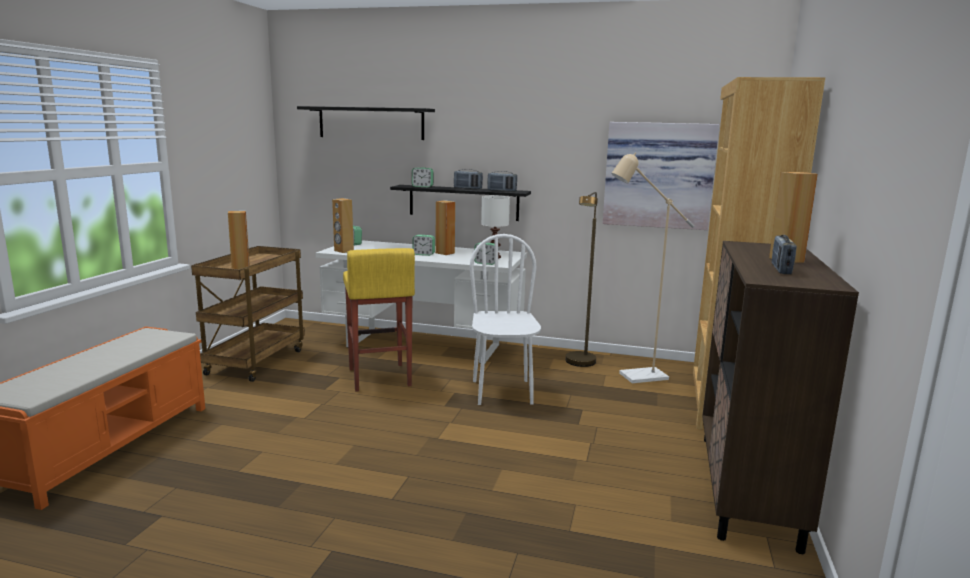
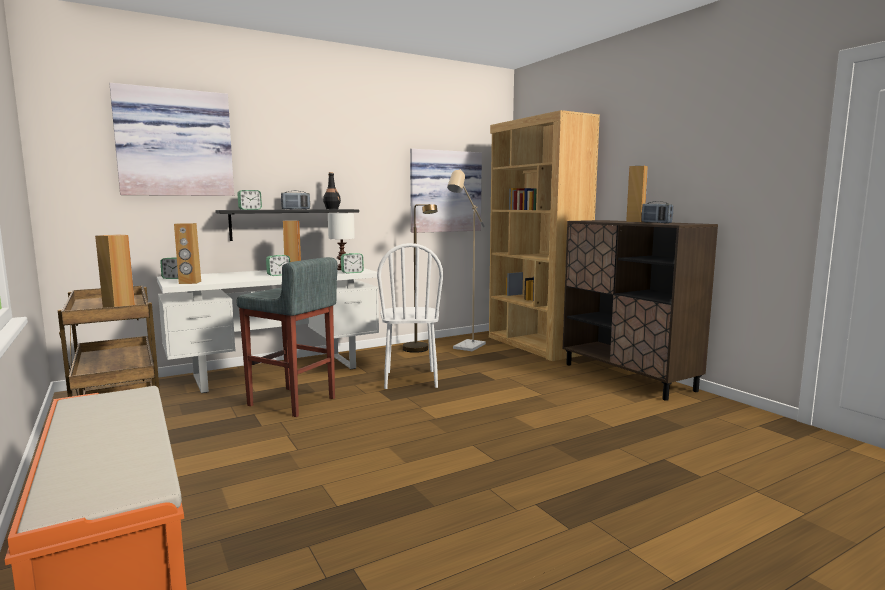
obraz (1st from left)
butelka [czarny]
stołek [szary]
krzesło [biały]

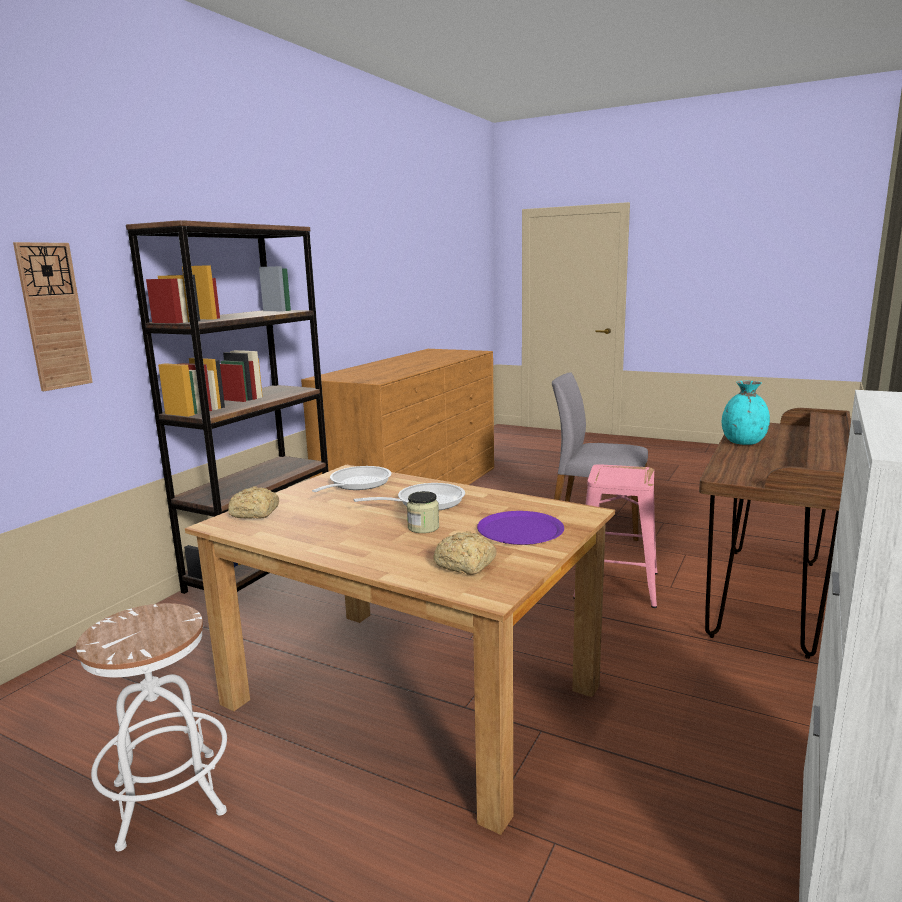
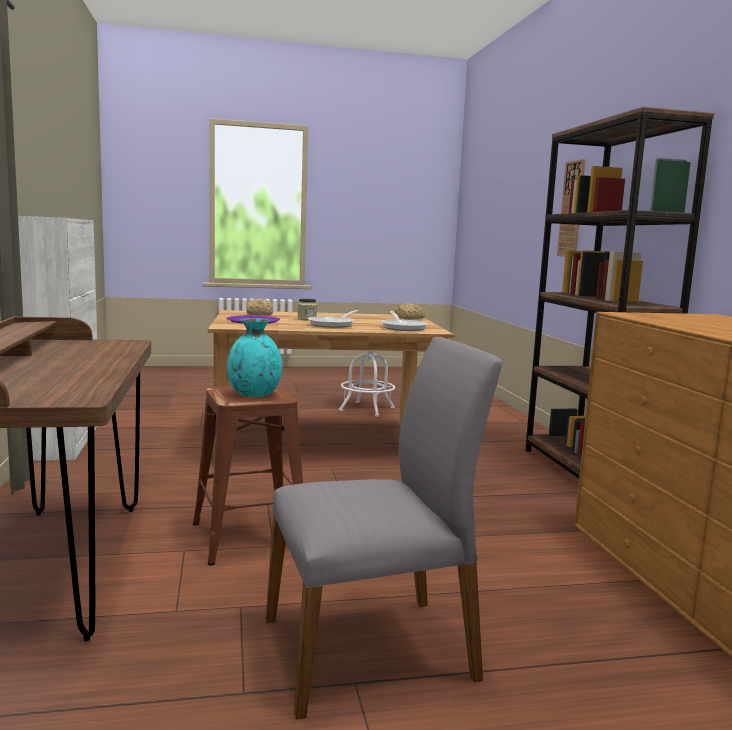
wazon [turkusowy]
stołek [brązowy]

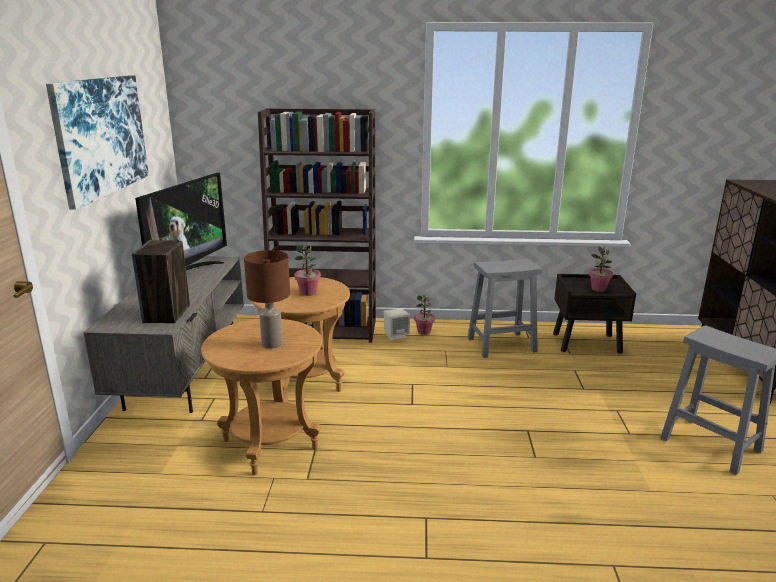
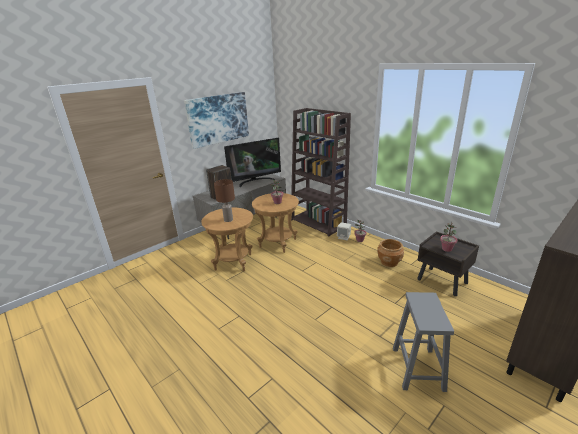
donica [brązowy]

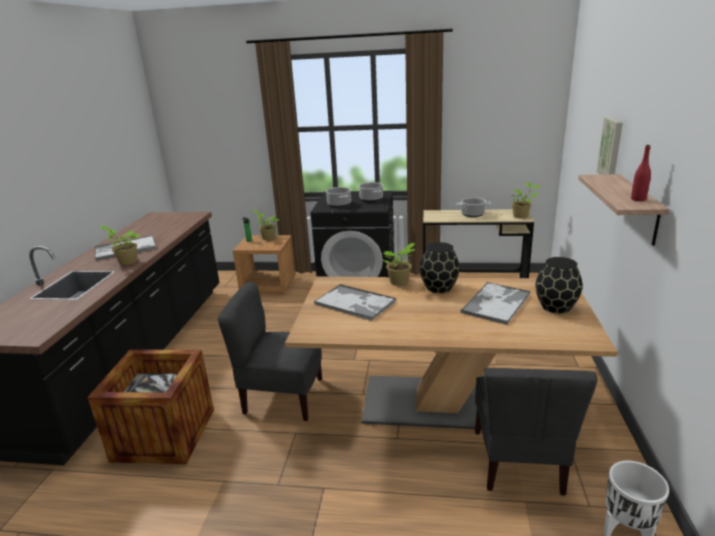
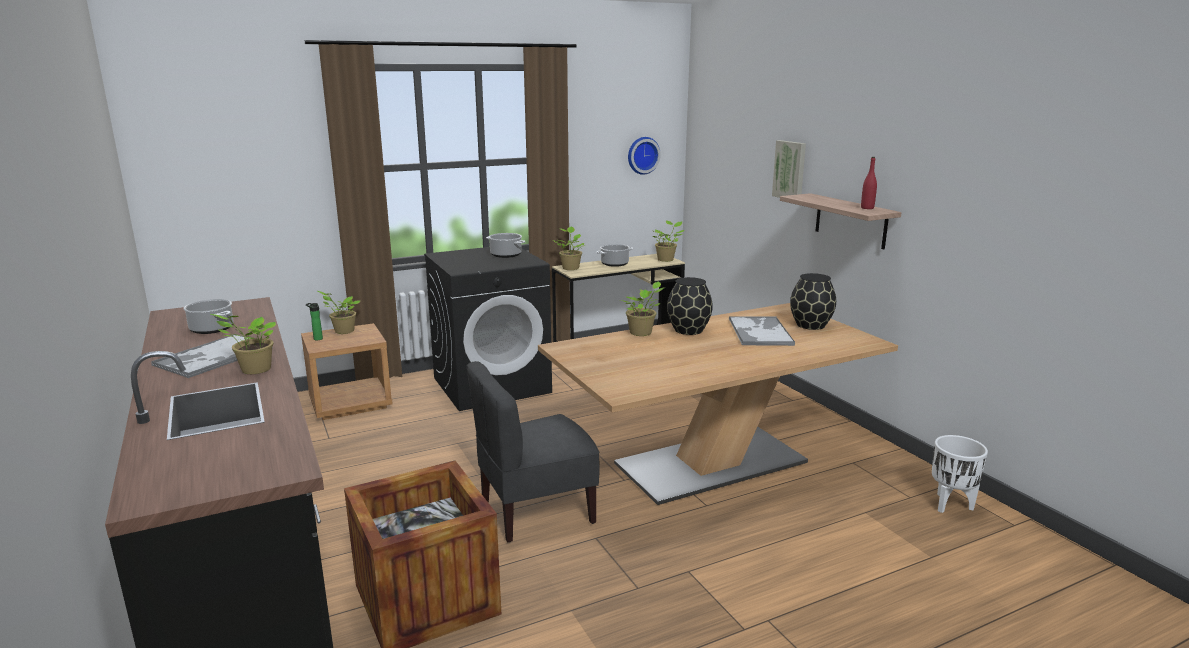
taca (2nd from left in the first image)
krzesło [szary] (2nd from left in the first image)
roślina doniczkowa (3rd from left)
zegar ścienny
garnek (1st from left)

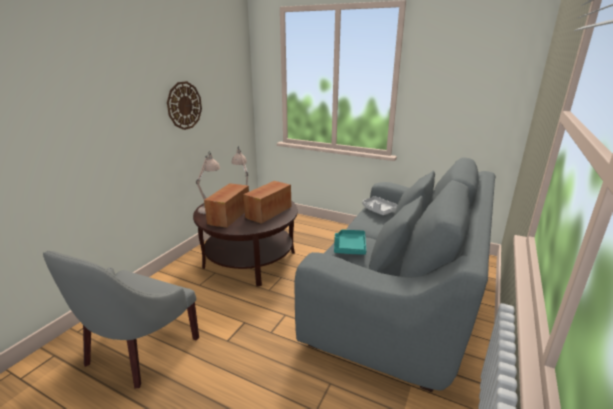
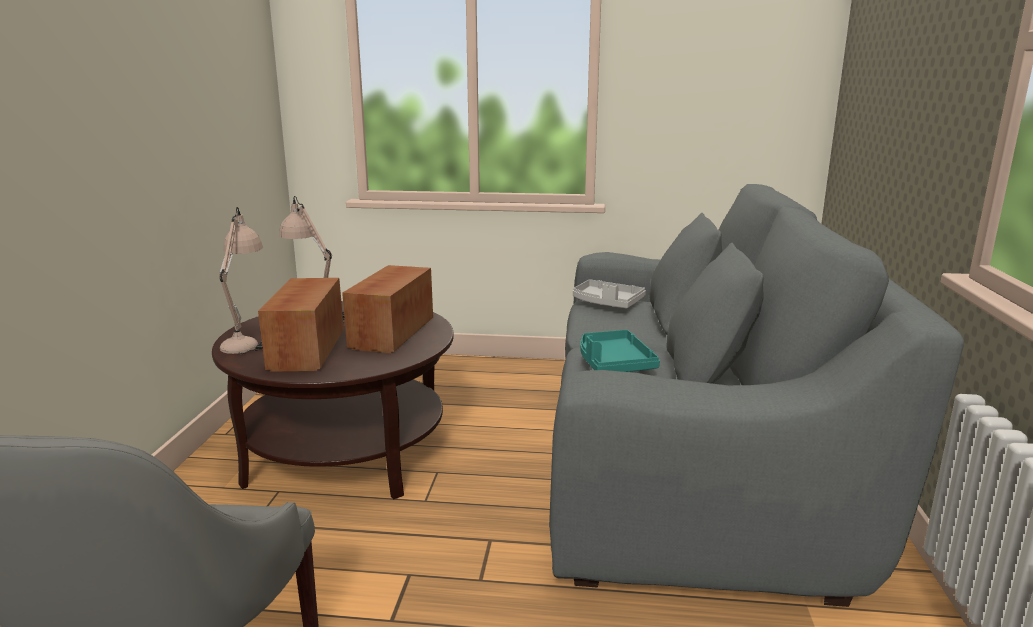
zegar ścienny

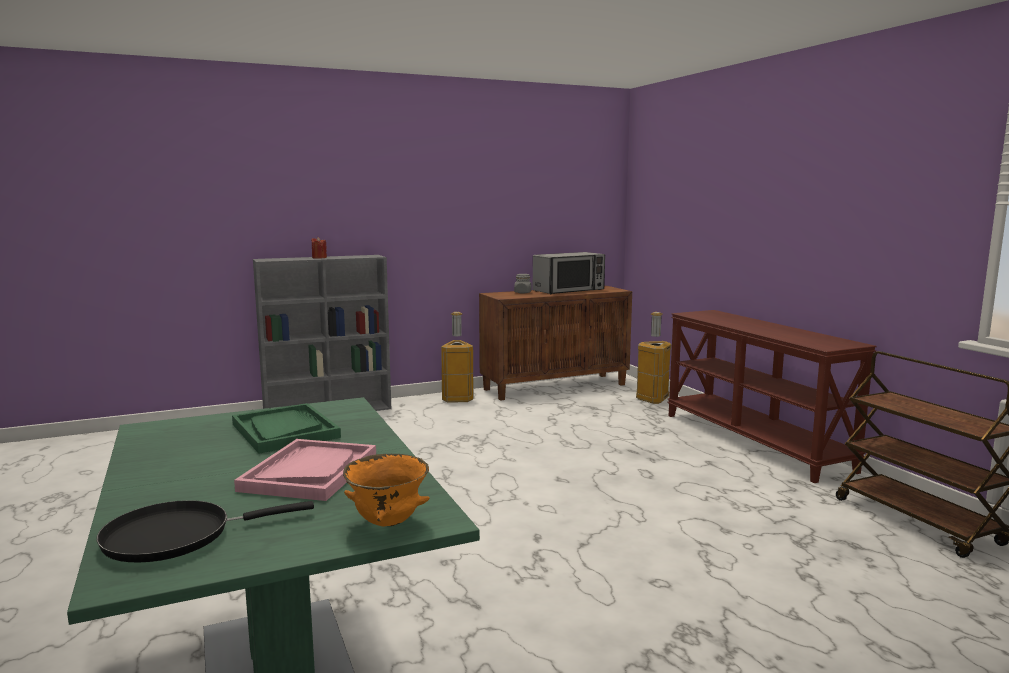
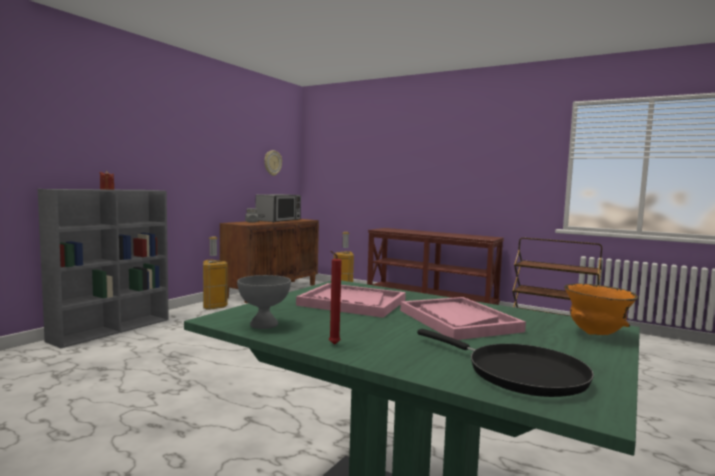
miska [szary]
zegar ścienny
świeca [czerwony] (2nd from left)
taca [różowy] (1st from left)
patelnia [czarny]

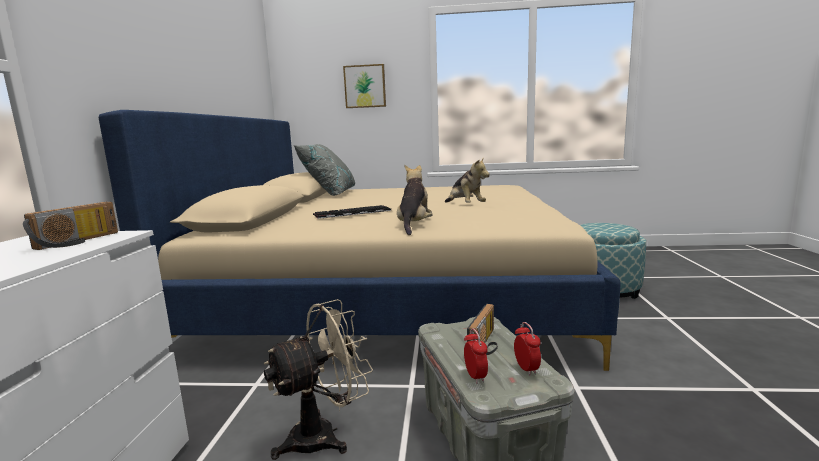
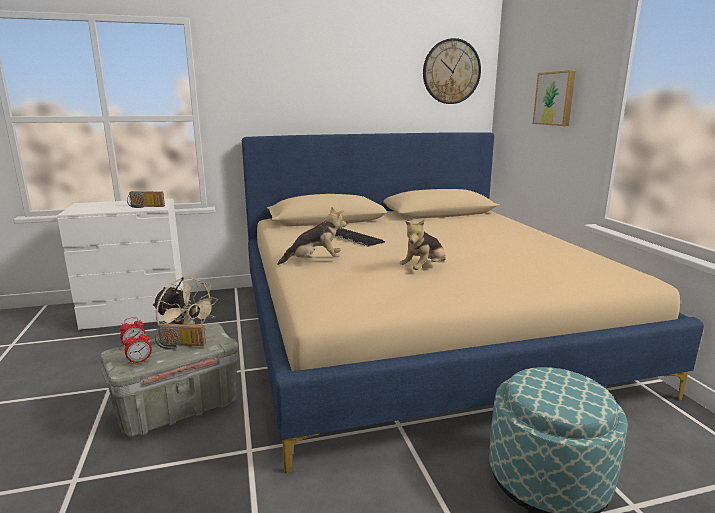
poduszka [szary]
zegar ścienny

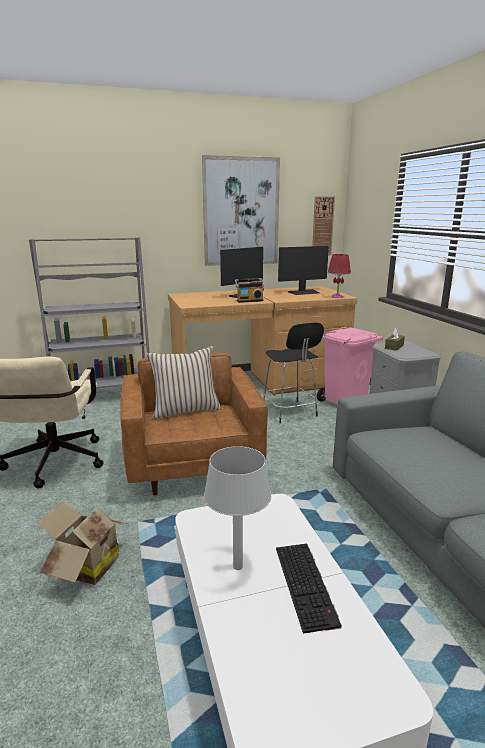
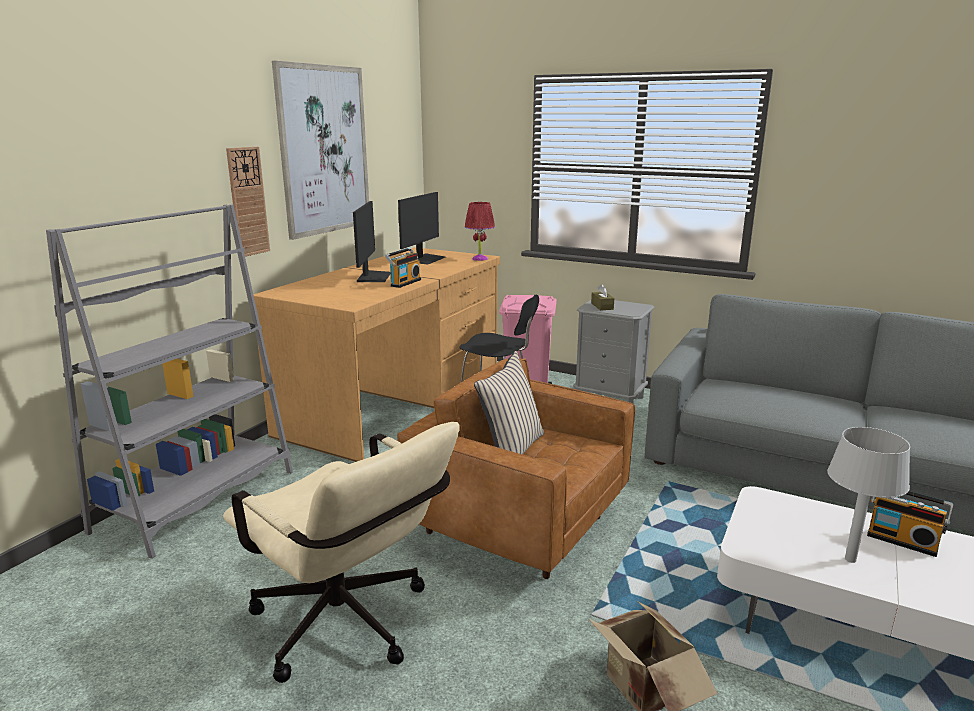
zegar ścienny
radio (2nd from left)

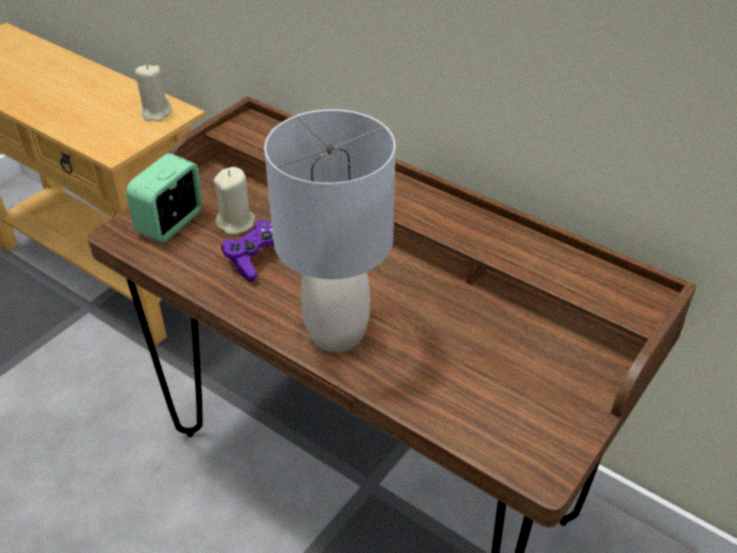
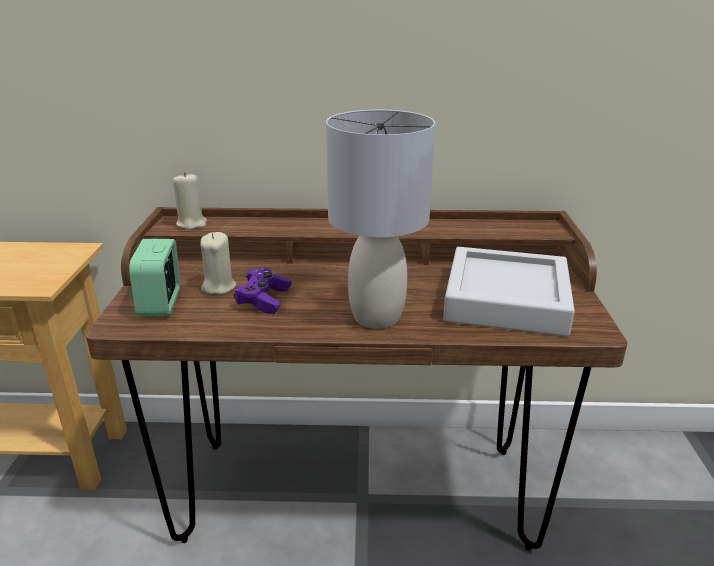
taca [szary]
świeca [beżowy] (1st from left)

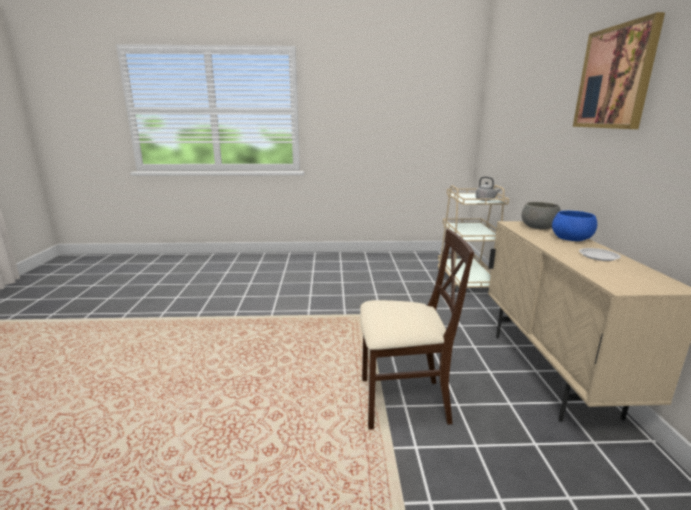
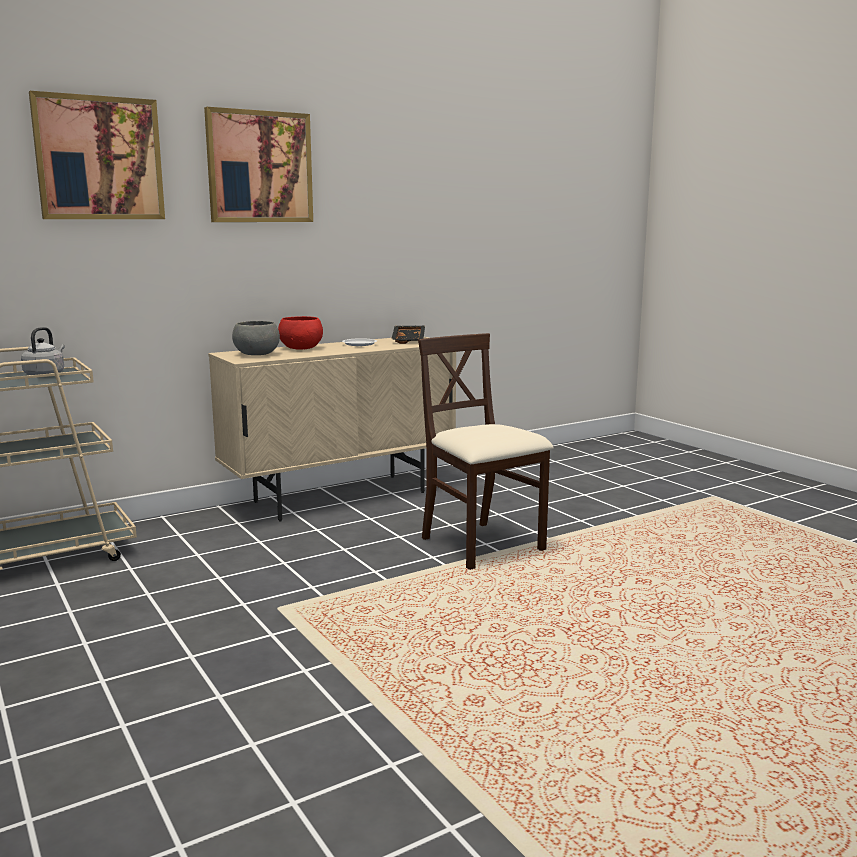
obraz (1st from left)
taca [czarny]
miska [czerwony]

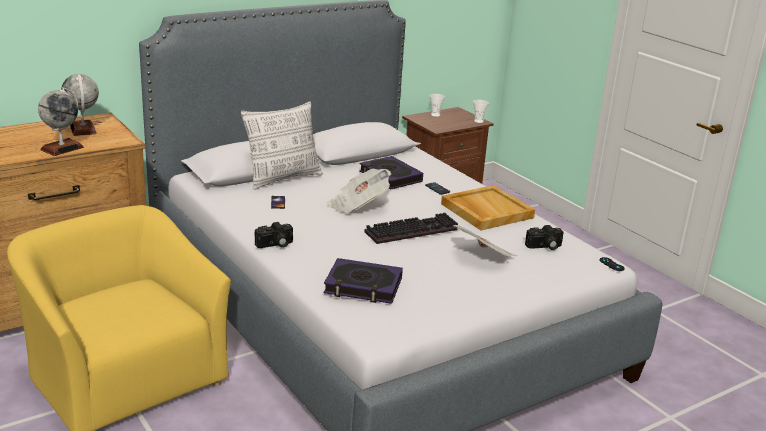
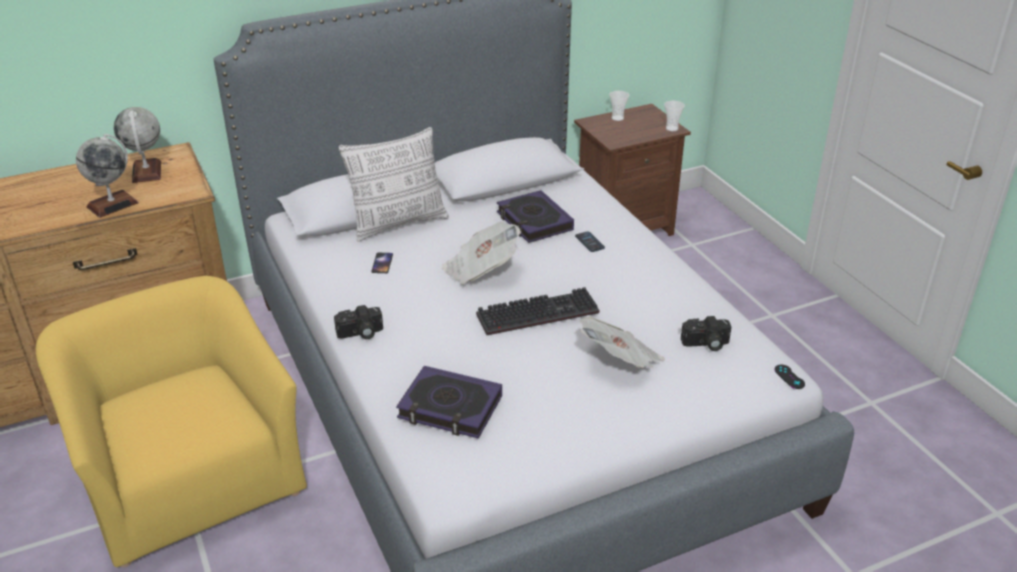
taca [beżowy]

